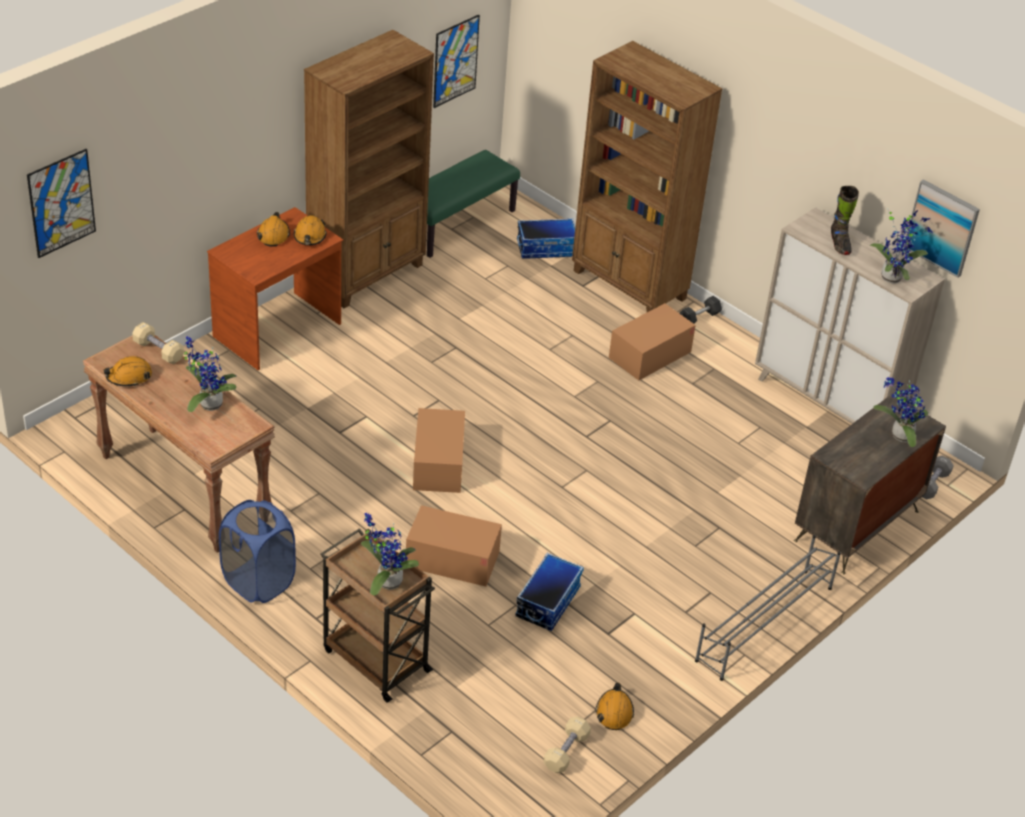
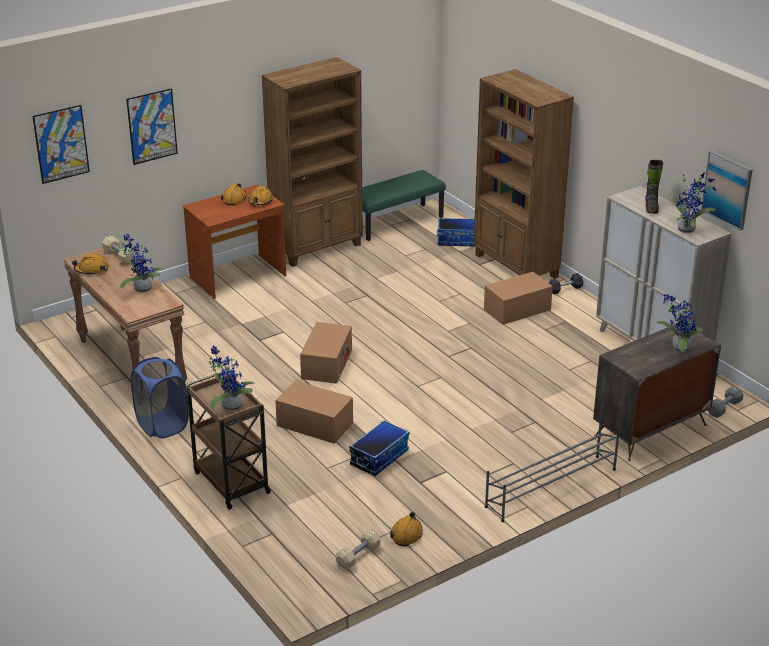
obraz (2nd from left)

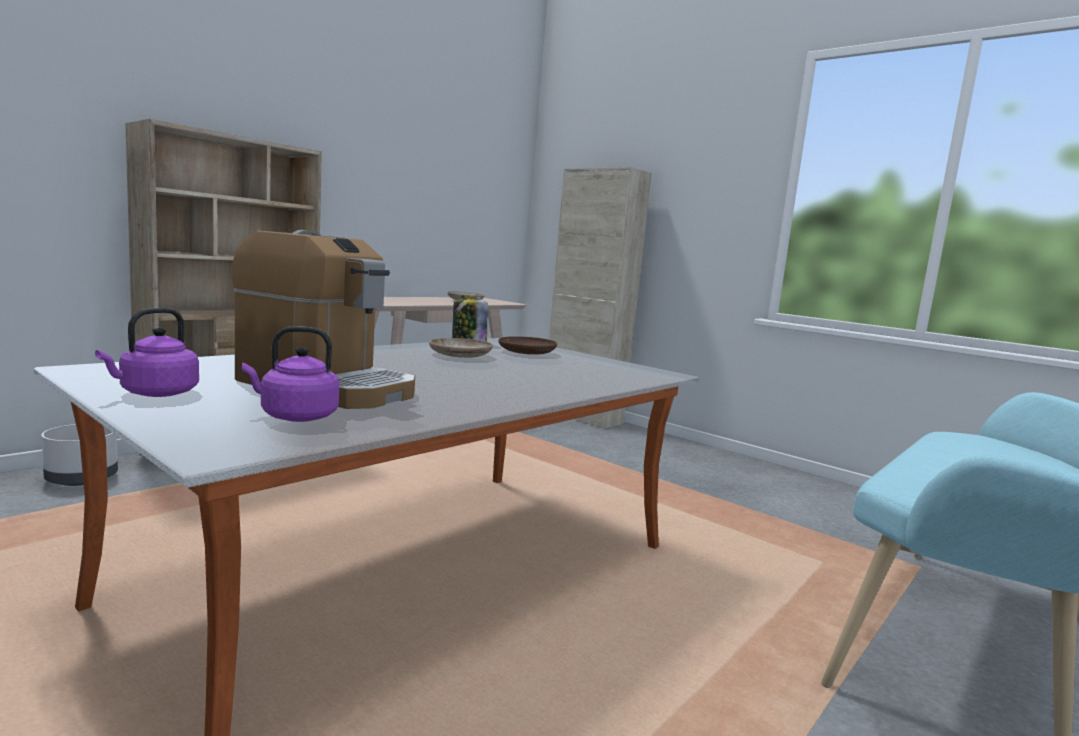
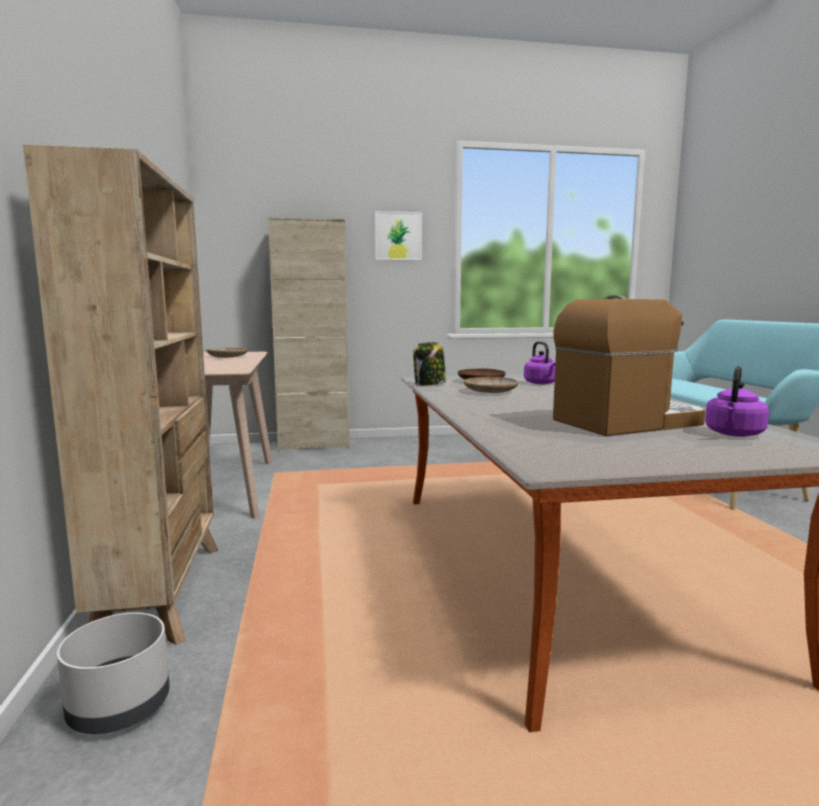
obraz
czajnik [fioletowy] (1st from left)

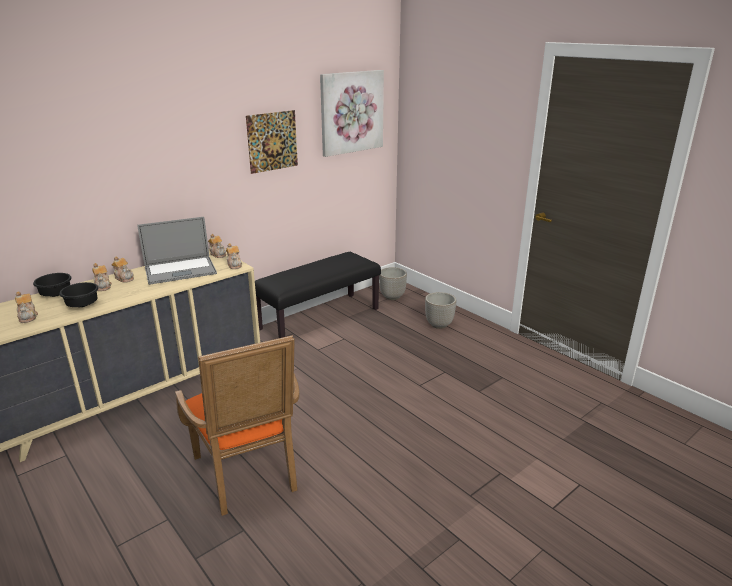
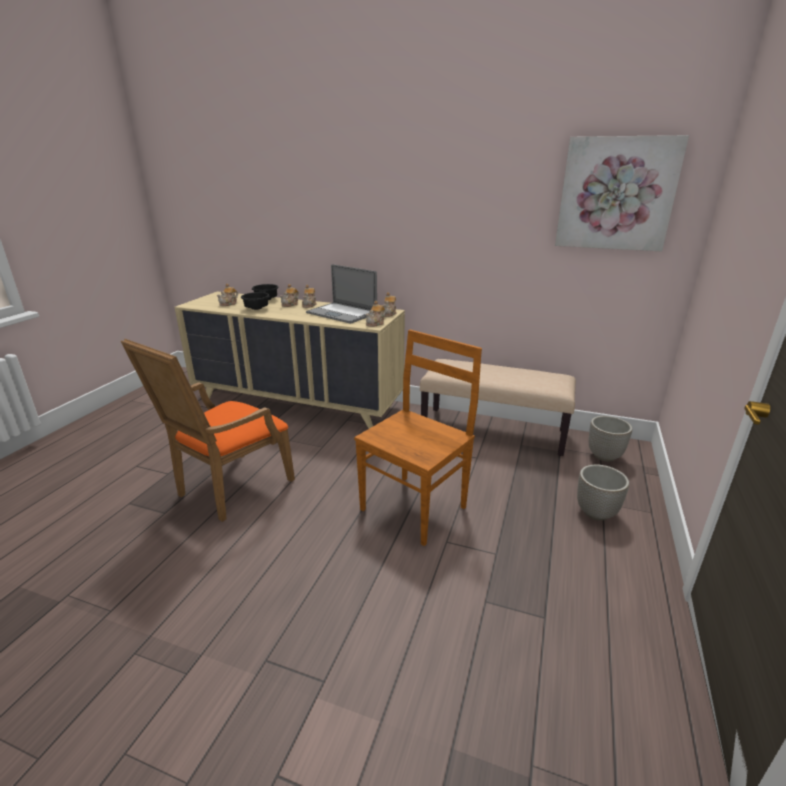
obraz (1st from left in the first image)
krzesło [brązowy]
ławka [beżowy]

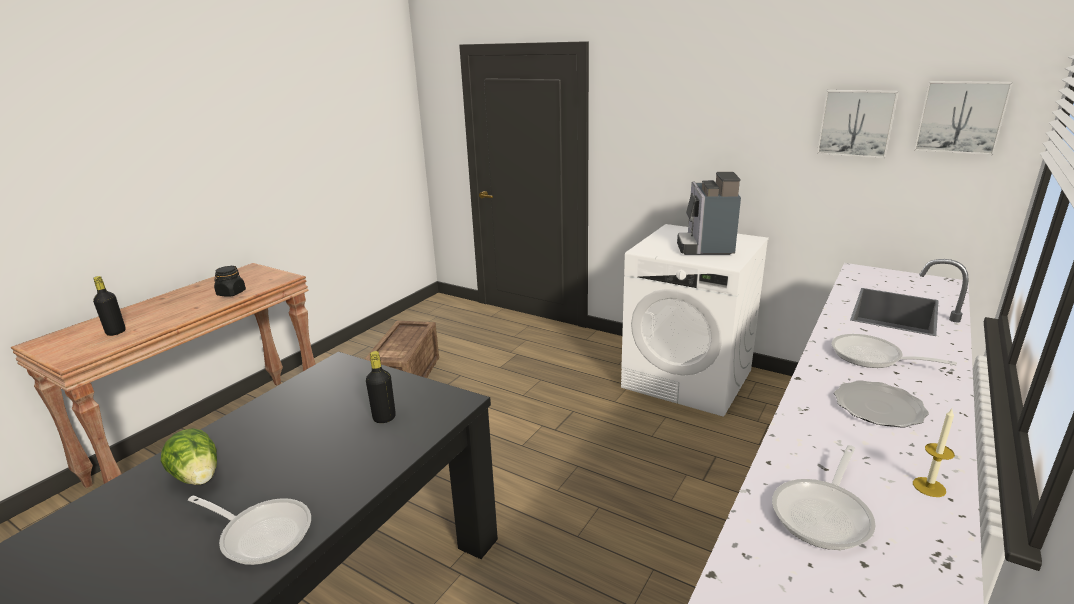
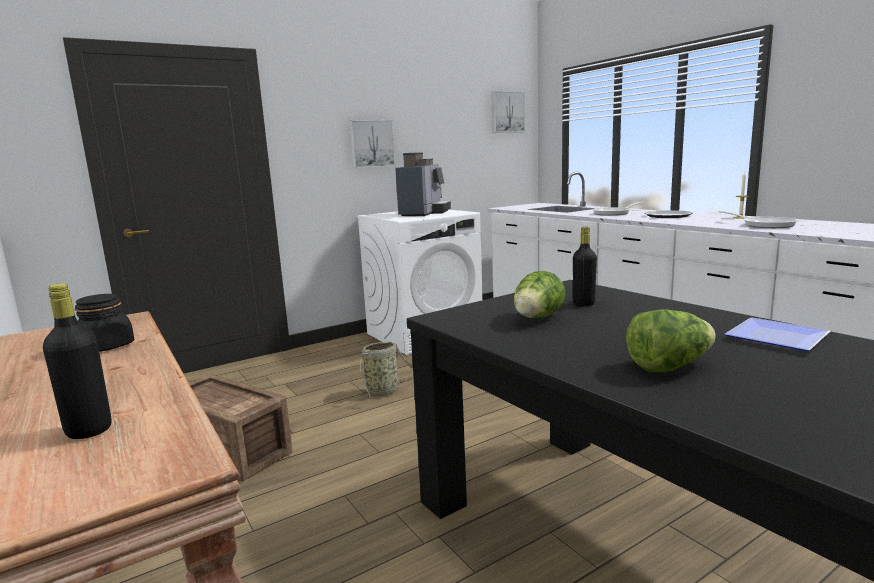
koszyk
sałata (1st from left)
obraz (1st from left)
talerz (2nd from left)
ekspres do kawy

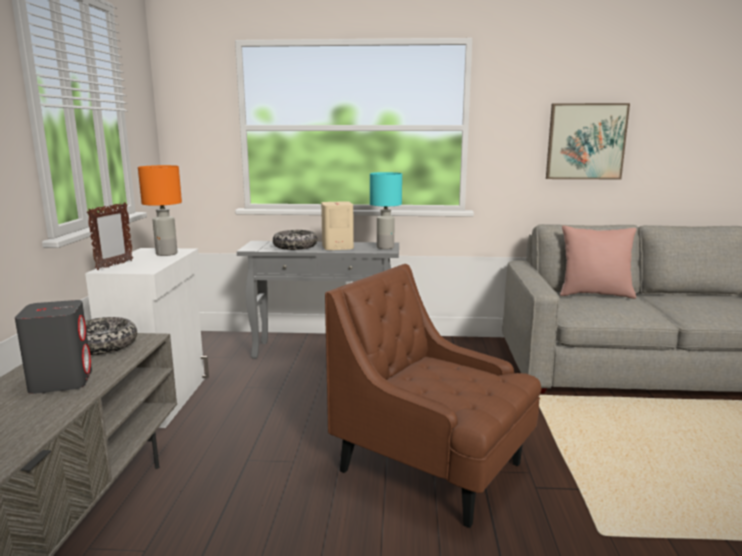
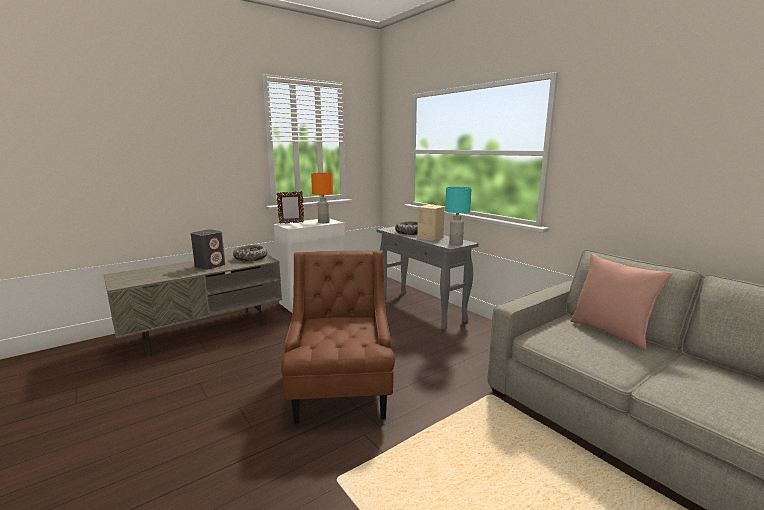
obraz

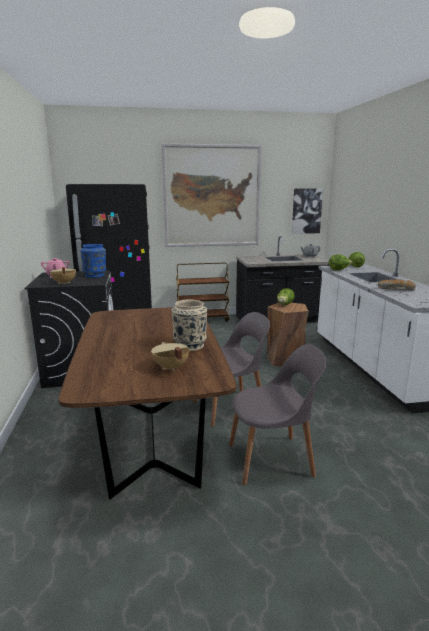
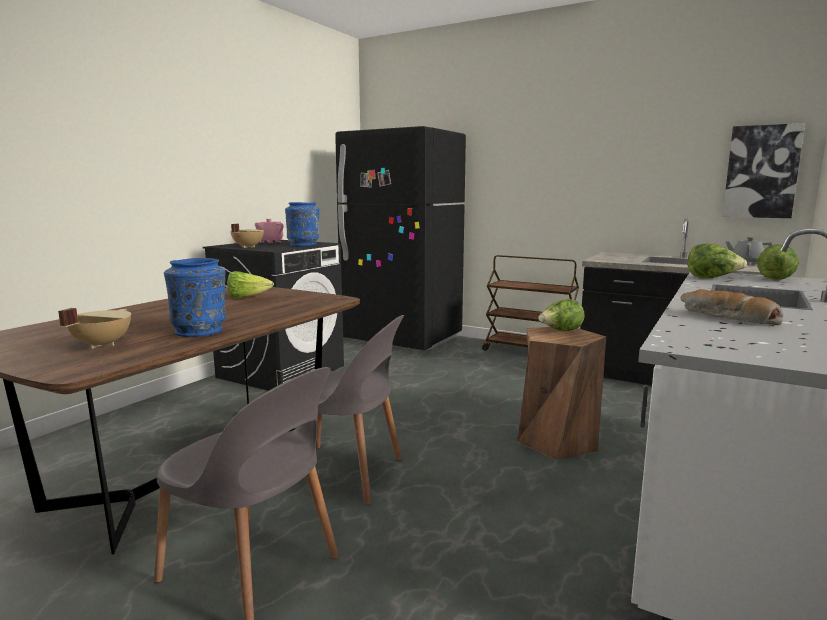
obraz (1st from left in the first image)
sałata (1st from left)
wazon [niebieski] (1st from left)

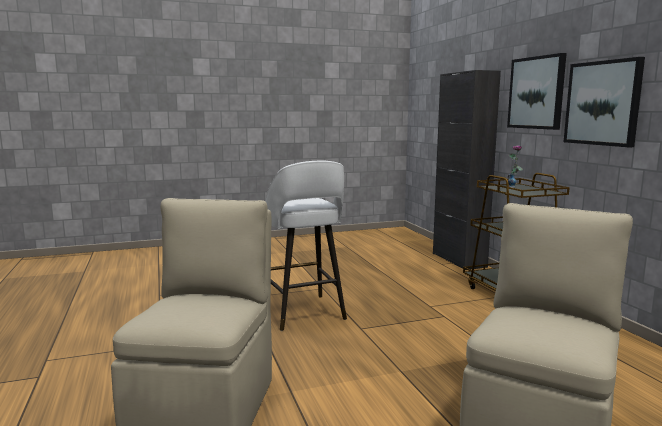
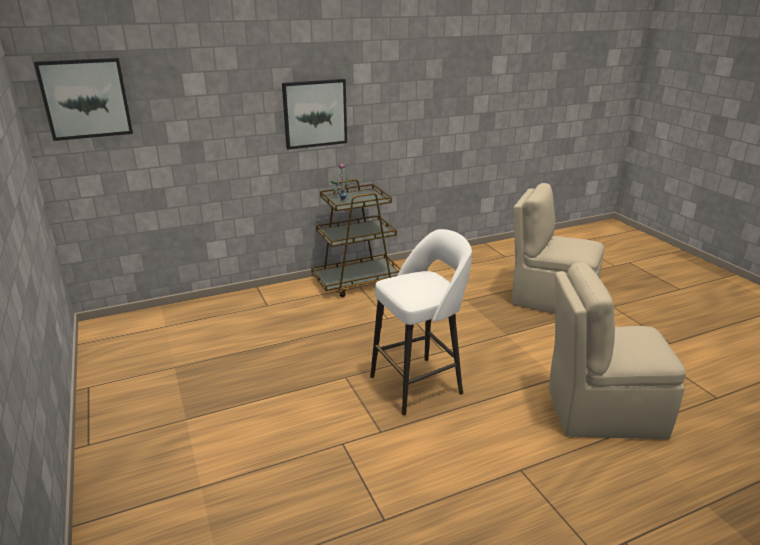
szafka [czarny]
obraz (1st from left)

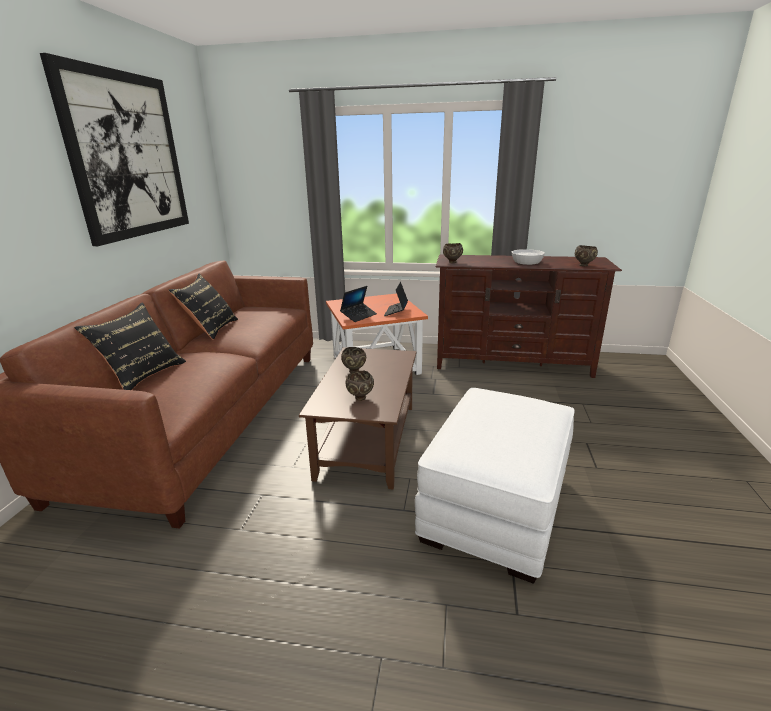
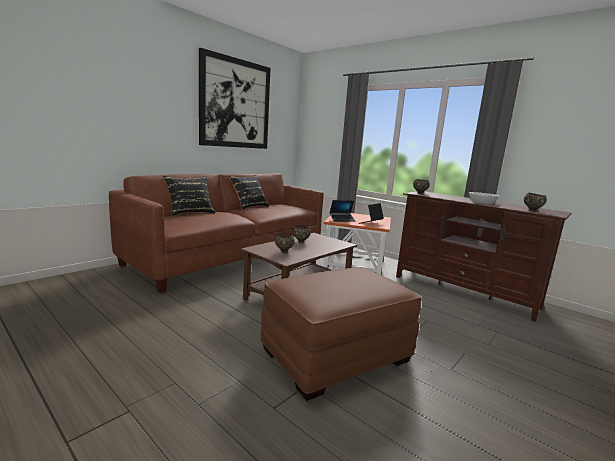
pufa [brązowy]

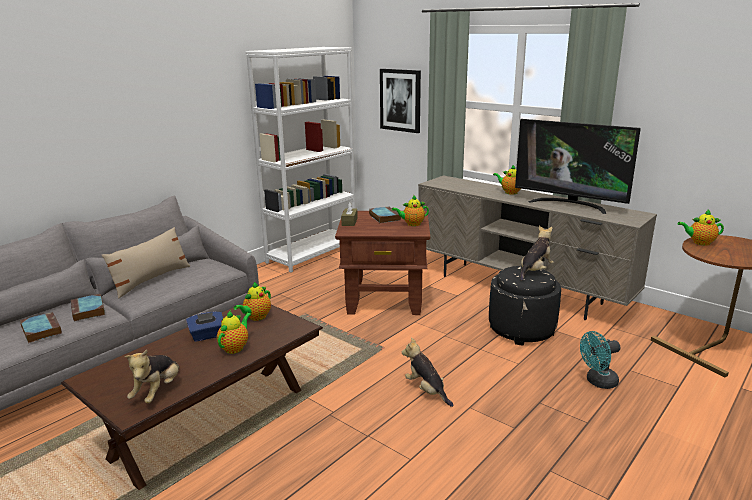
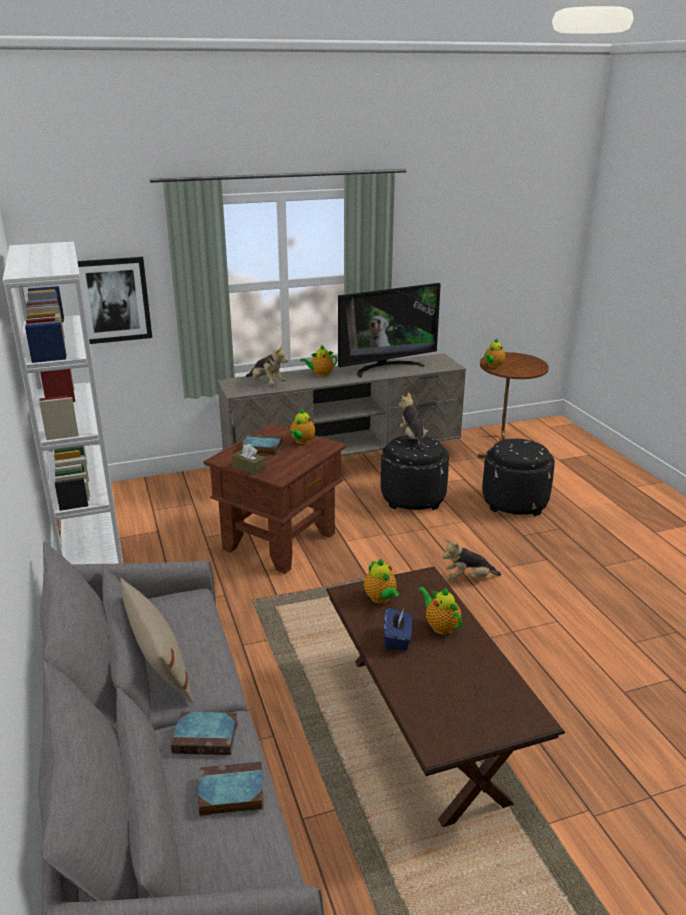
pluszak (1st from left)
pufa [czarny] (2nd from left)

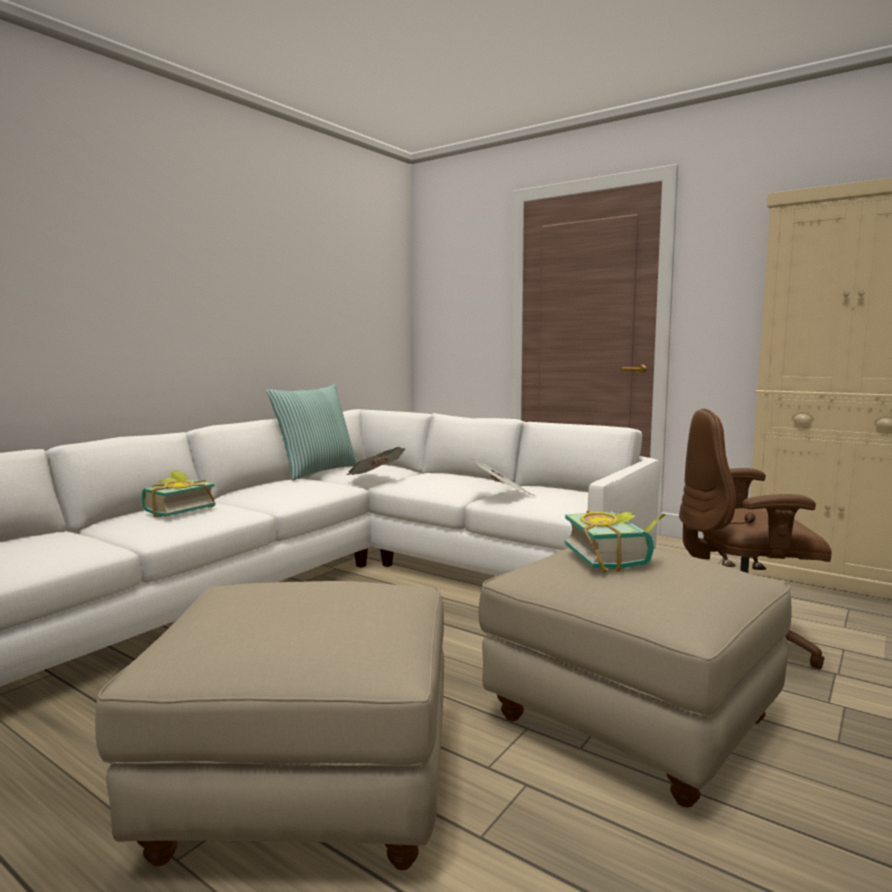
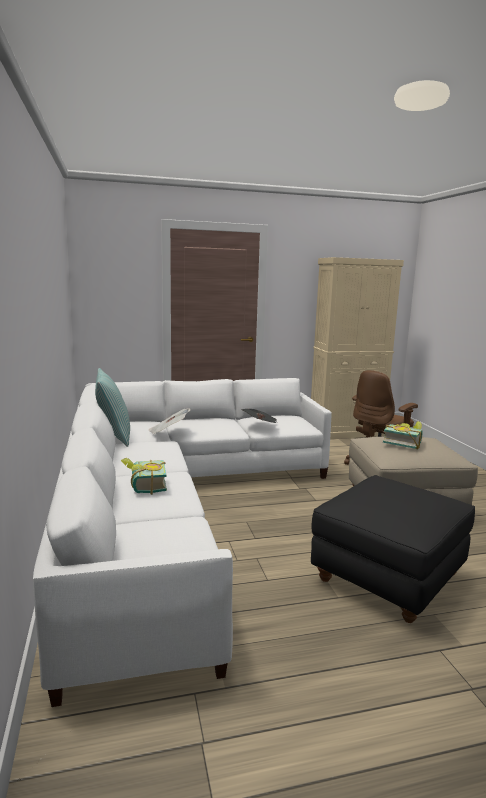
pufa [czarny]

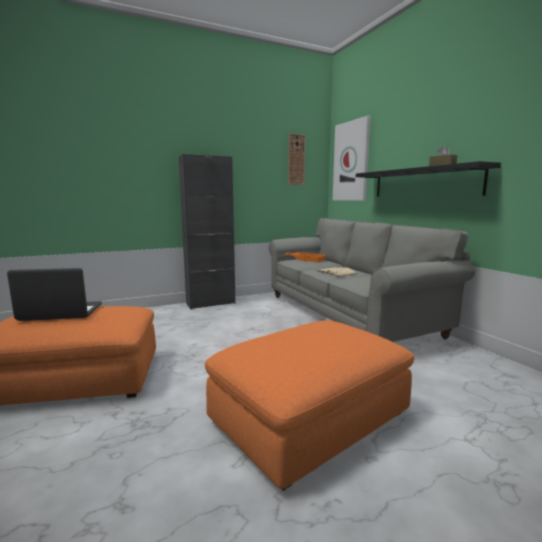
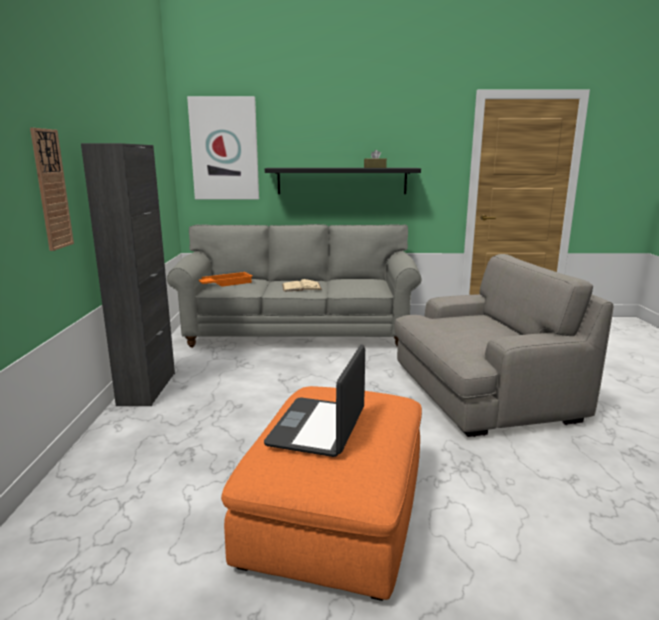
zegar ścienny
fotel [szary]

